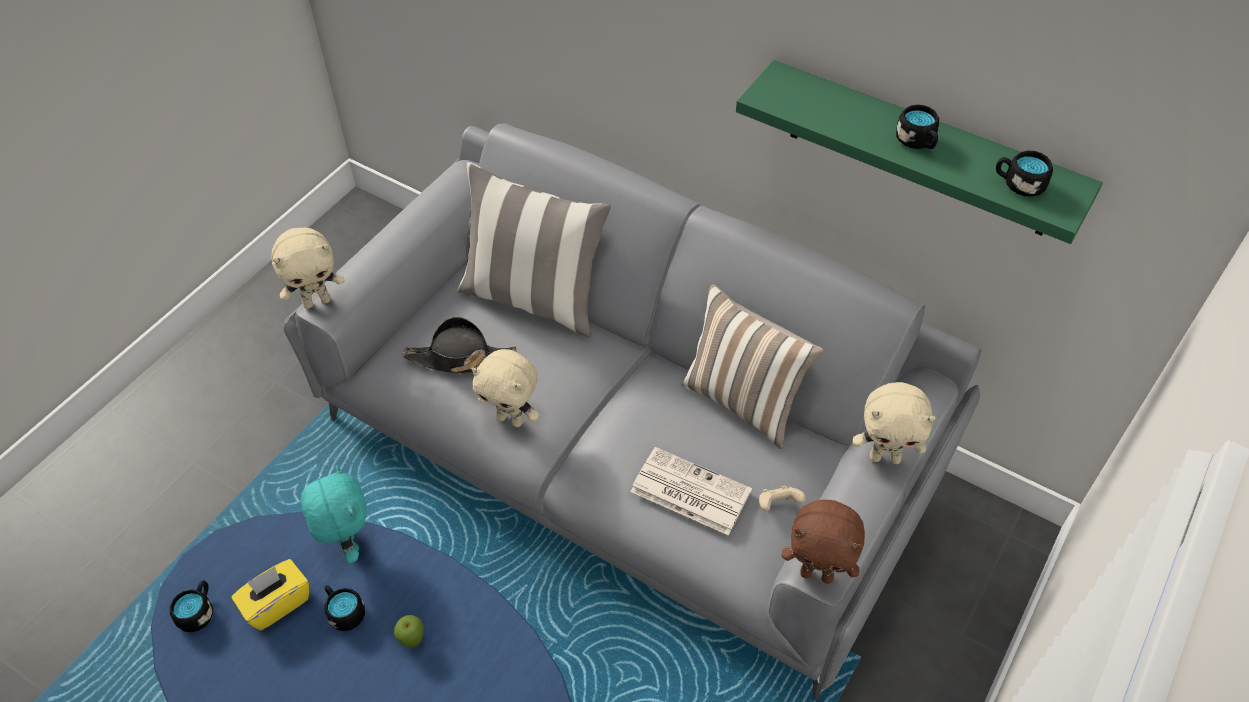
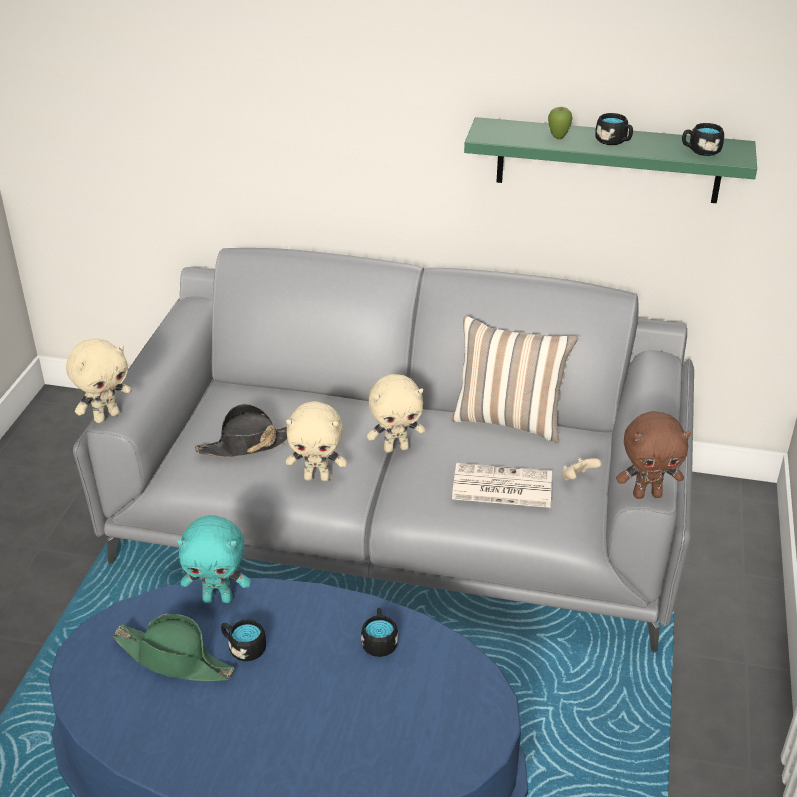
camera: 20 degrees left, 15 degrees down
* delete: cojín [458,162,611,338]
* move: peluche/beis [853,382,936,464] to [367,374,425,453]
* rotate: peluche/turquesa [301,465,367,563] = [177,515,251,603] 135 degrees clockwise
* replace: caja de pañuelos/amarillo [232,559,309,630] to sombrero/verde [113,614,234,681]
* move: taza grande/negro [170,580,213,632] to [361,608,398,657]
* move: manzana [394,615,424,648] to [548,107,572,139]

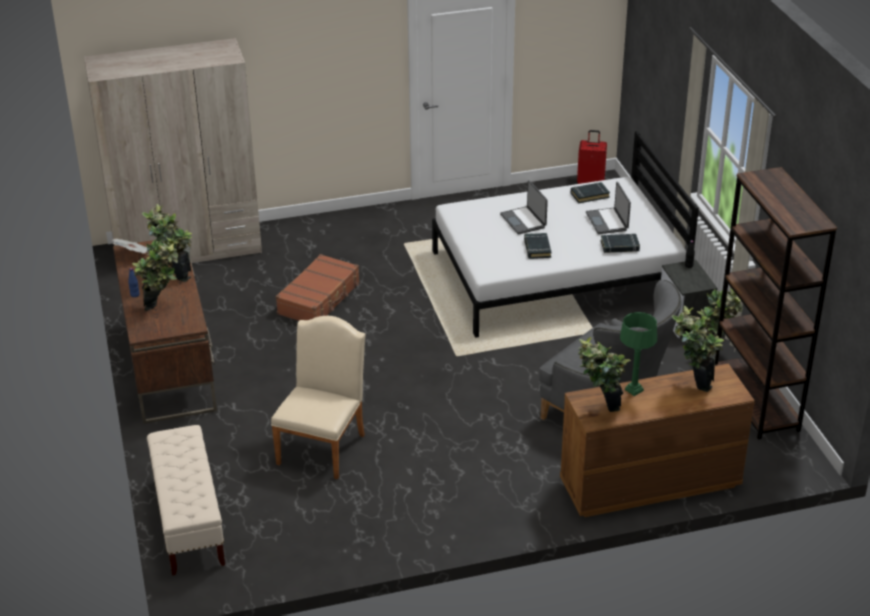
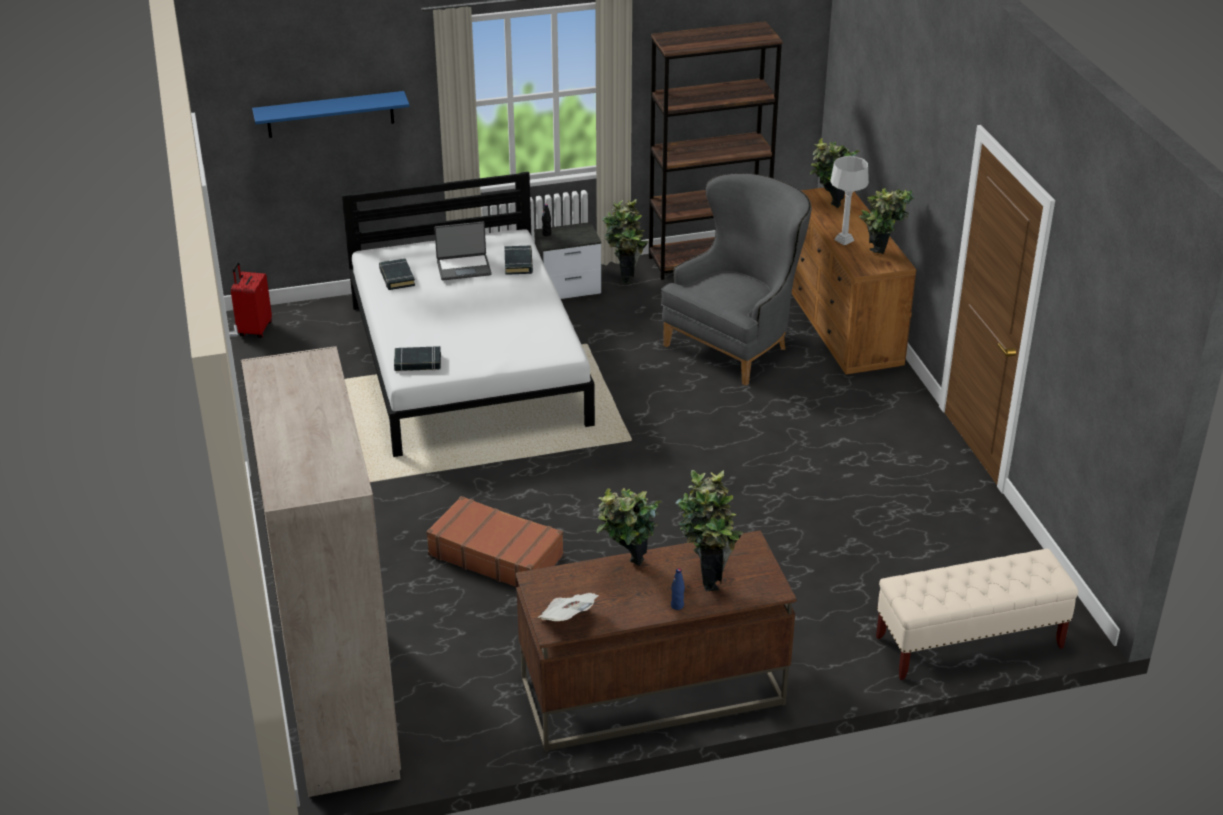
camera: 90 degrees left, 0 degrees up
* delete: portátil [500,180,548,235]
* move: libro/negro [524,233,552,259] to [394,346,441,372]
* recolor: lámpara de mesa/verde [620,312,657,396] to lámpara de mesa/gris [830,156,869,245]
* delete: silla/beis [271,316,365,479]
* insert: estante/azul [252,91,410,138]

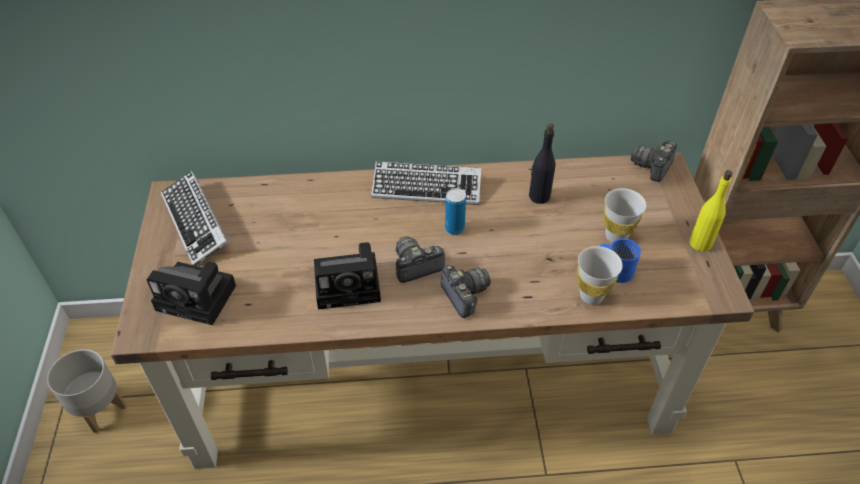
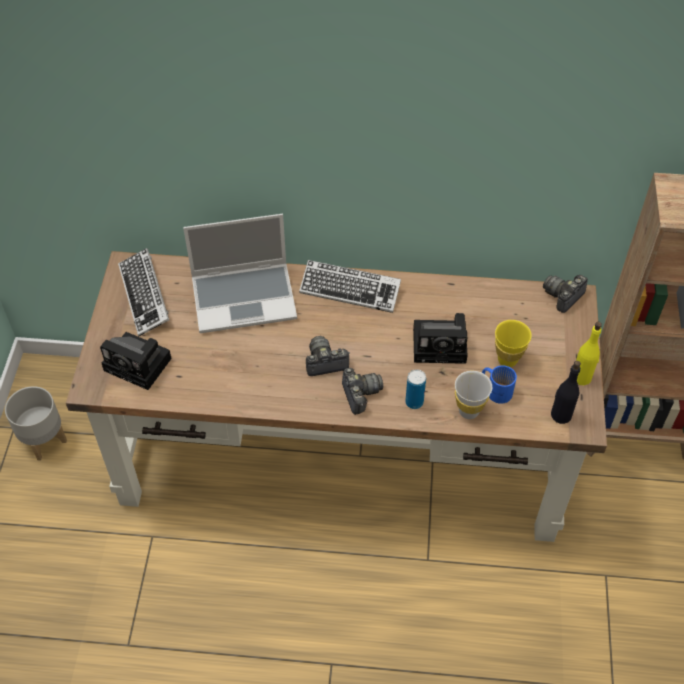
camera: 10 degrees right, 5 degrees up
* move: botella/negro [529,123,556,204] to [551,361,581,424]
* move: lata [445,188,466,235] to [405,369,426,409]
* recolor: taza/blanco [604,188,646,243] to taza/amarillo [495,320,532,367]
* move: cámara [314,242,381,310] to [413,313,468,364]
* insert: portátil [183,214,297,333]

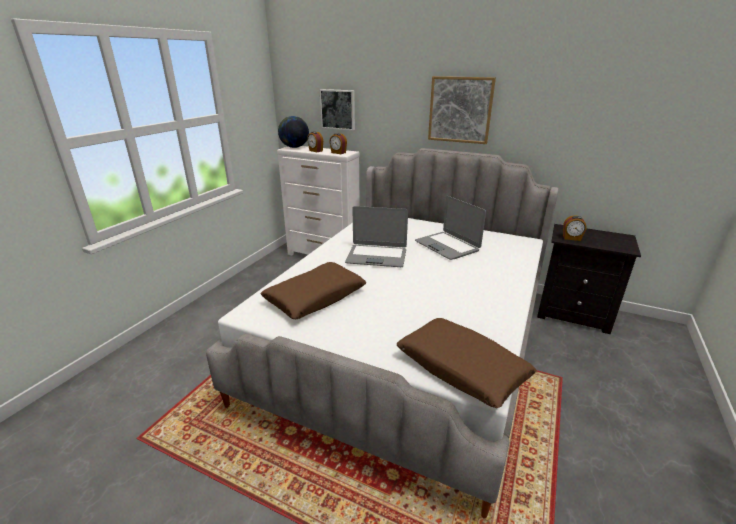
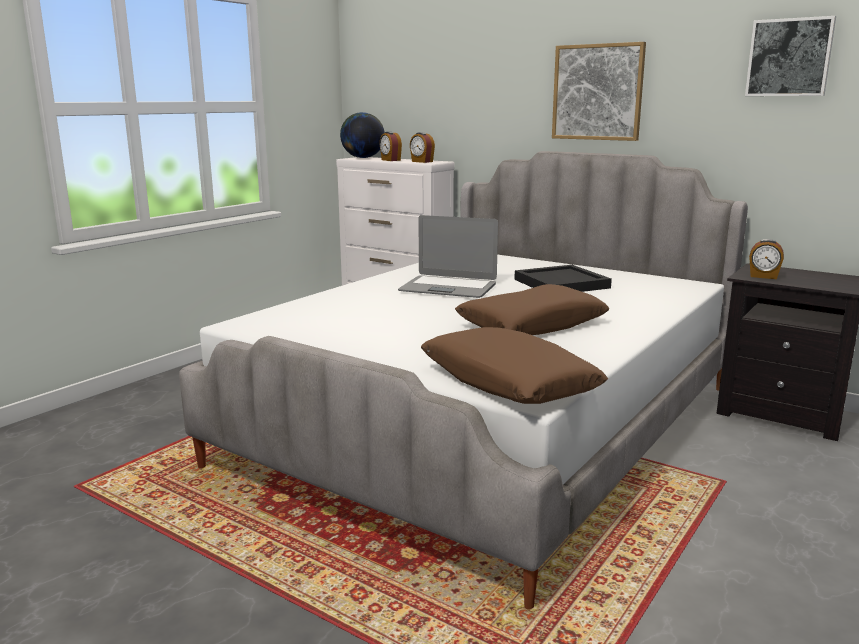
camera: 10 degrees right, 10 degrees down
* move: cuadro [320,89,355,130] to [745,16,836,96]
* replace: portátil [415,196,486,260] to bandeja/negro [514,265,612,292]
* move: cojín/marrón [260,262,366,319] to [455,284,609,335]

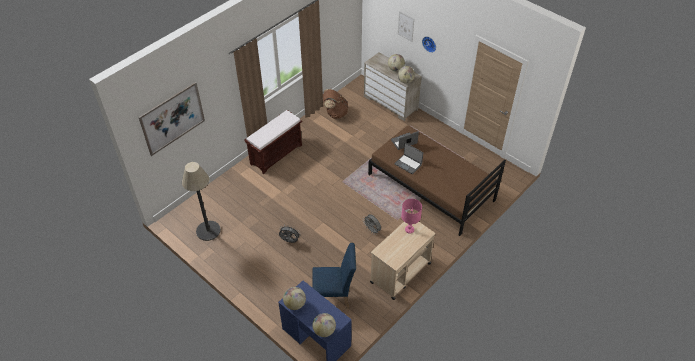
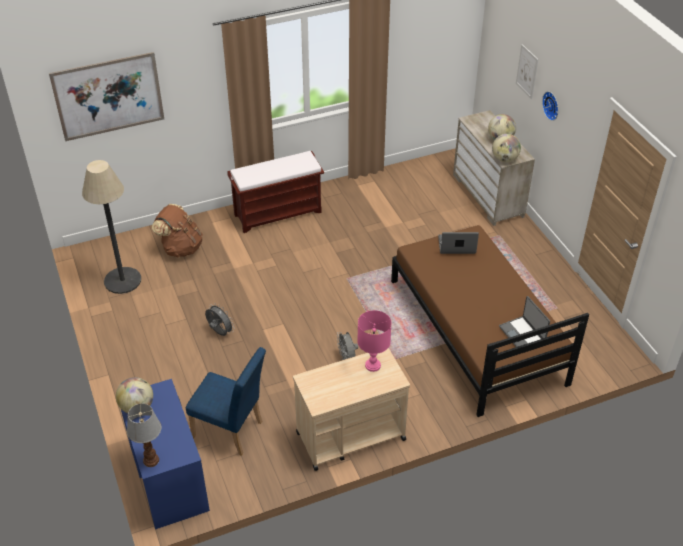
camera: 25 degrees right, 5 degrees down
* move: mochila/marrón [323,89,348,119] to [152,204,203,257]
* move: portátil [394,143,423,174] to [499,296,550,347]
* replace: globo terráqueo [312,313,336,337] to lámpara de mesa [127,403,161,467]

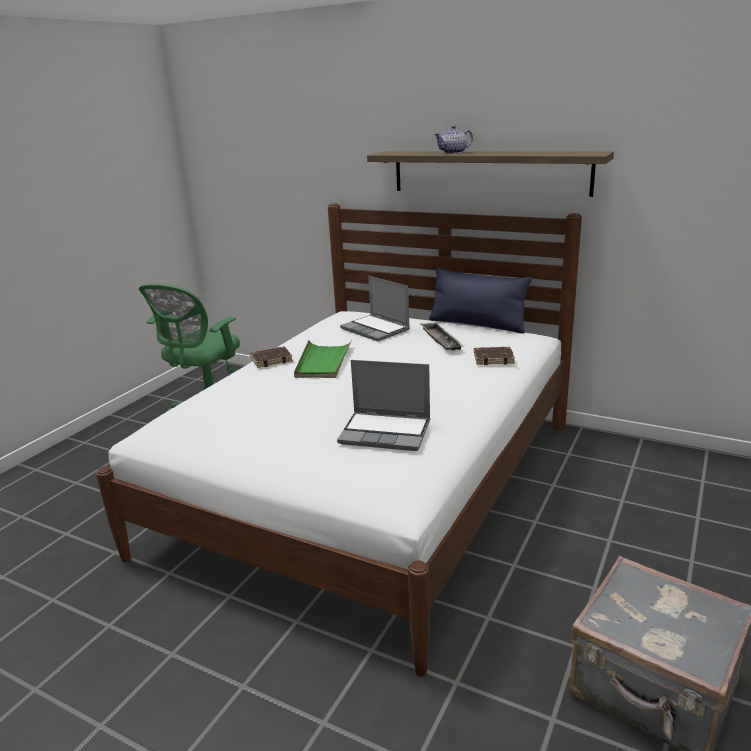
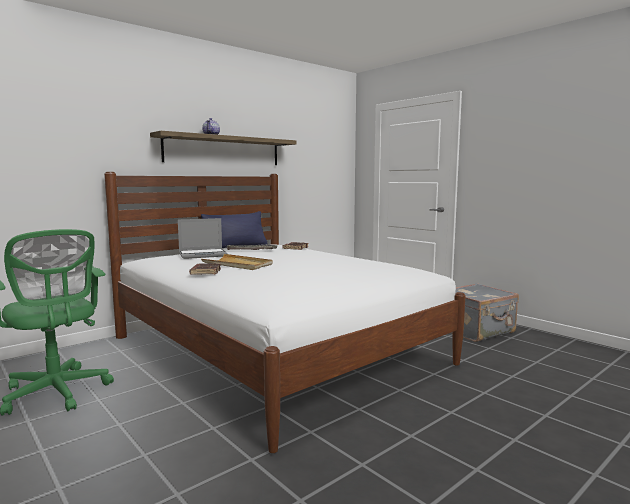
camera: 70 degrees left, 15 degrees down
* recolor: bandeja/verde [294,340,352,378] to bandeja/beis [201,254,273,270]
* delete: portátil [337,360,430,451]

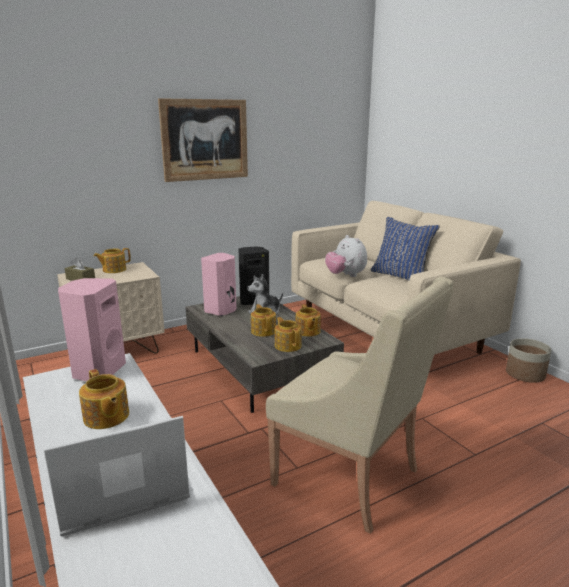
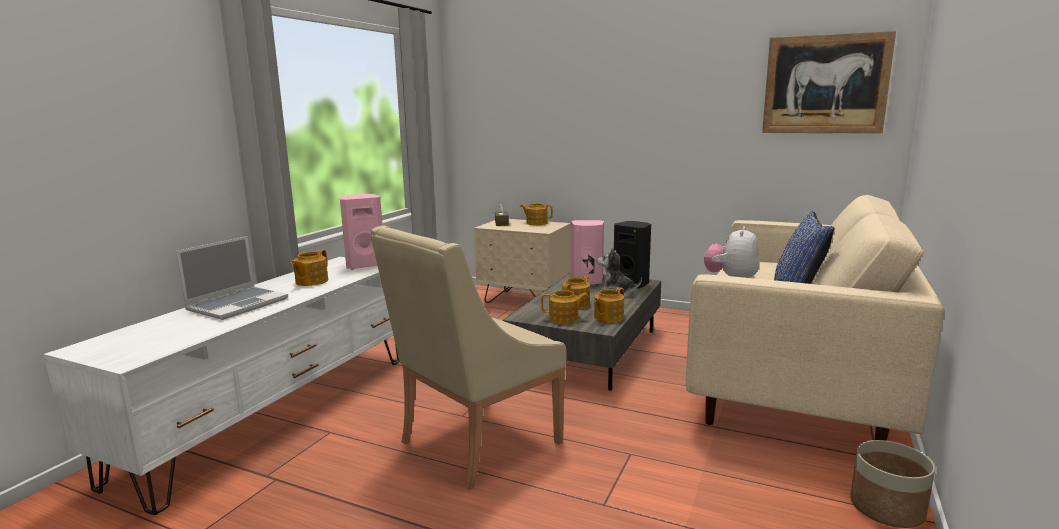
camera: 55 degrees right, 5 degrees down
* move: cuadro [158,98,248,182] to [762,31,896,134]
* rotate: sillón/beis [266,277,454,534] = [371,225,567,490] 45 degrees clockwise
* rotate: tetera [275,317,302,352] = [541,290,588,324] 60 degrees clockwise
* rotate: portátil [43,416,190,536] = [176,236,288,320] 90 degrees clockwise

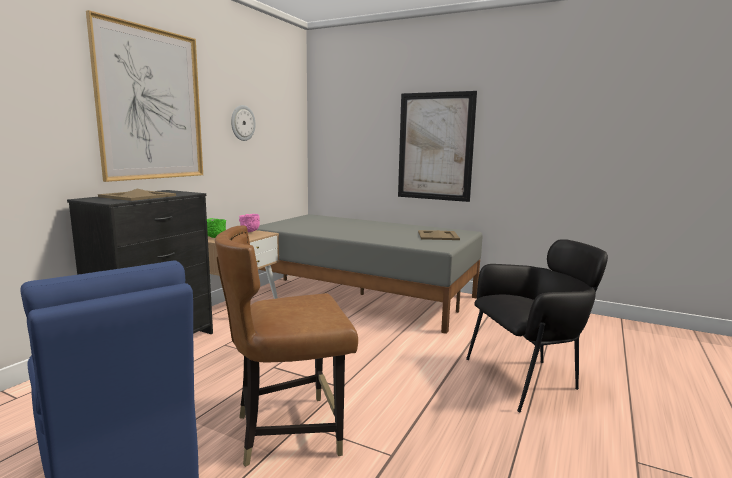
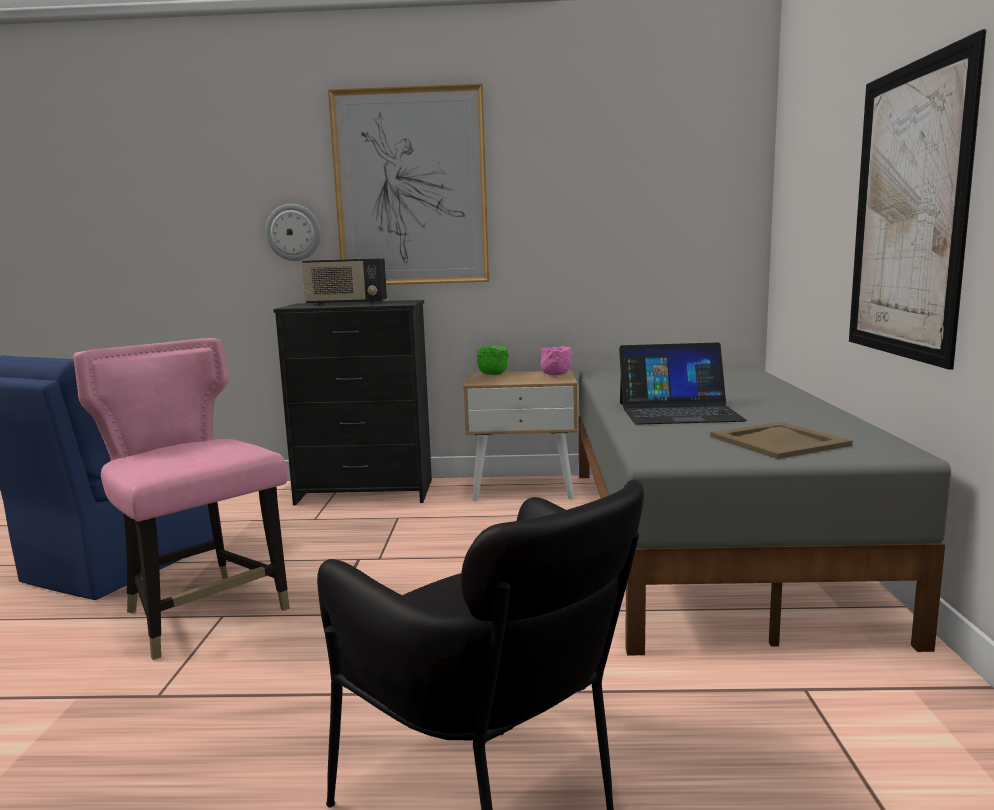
camera: 65 degrees right, 0 degrees up
* move: reloj de pared [231,105,256,141] to [265,204,321,261]
* replace: bandeja/beis [98,189,176,201] to radio [301,258,387,306]
* recolor: silla/marrón [215,225,358,467] to silla/rosa [73,338,290,660]
* insert: portátil [619,343,747,425]

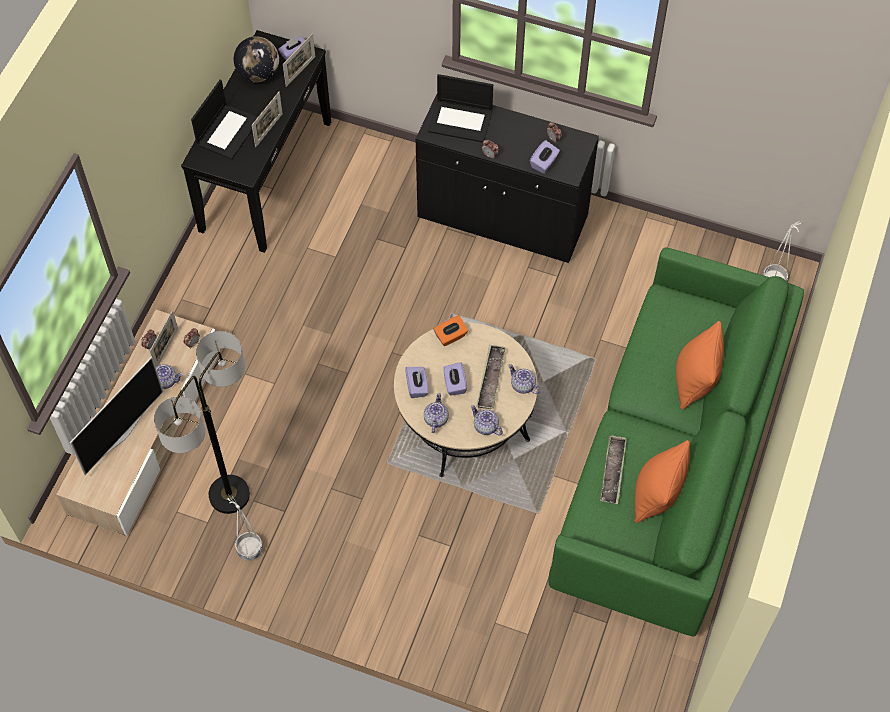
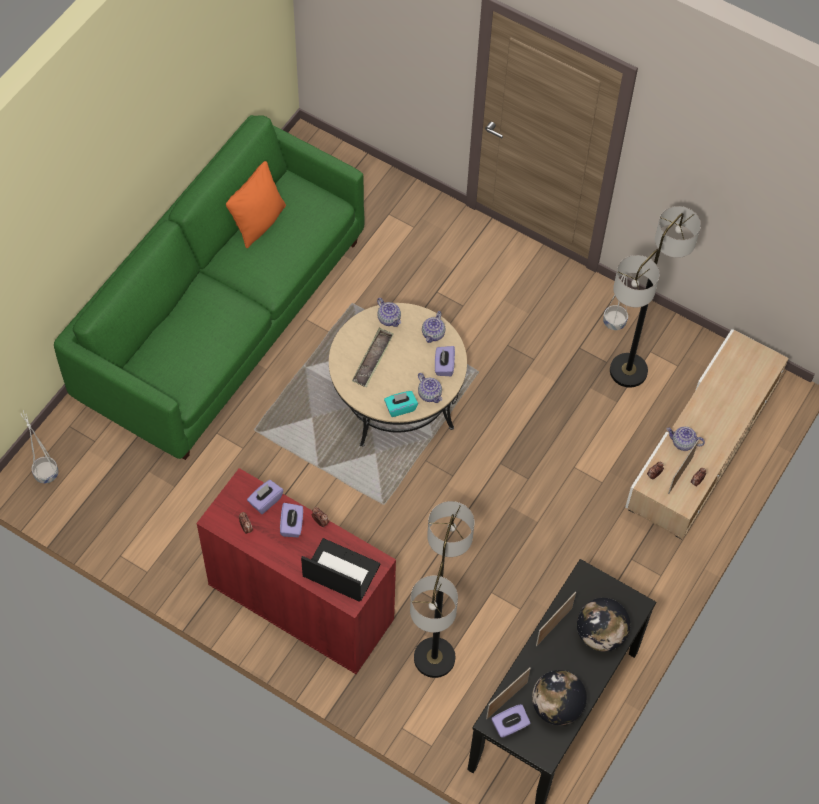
camera: 170 degrees left, 0 degrees up
* replace: portátil [191,80,258,160] to globo terráqueo [577,598,630,652]
* recolor: armario/negro [415,94,599,263] to armario/rojo [196,468,396,674]
* recolor: caja de pañuelos/naranja [433,315,468,346] to caja de pañuelos/turquesa [384,391,418,417]
* delete: cojín/naranja [676,321,724,410]
* delete: televisor [70,356,163,475]
* move: caja de pañuelos/morado [443,362,467,396] to [280,503,303,537]
* move: tetera [508,364,540,394] to [418,373,442,403]
* delete: bandeja [600,435,627,504]
* insert: lámpara de pie [410,501,474,678]

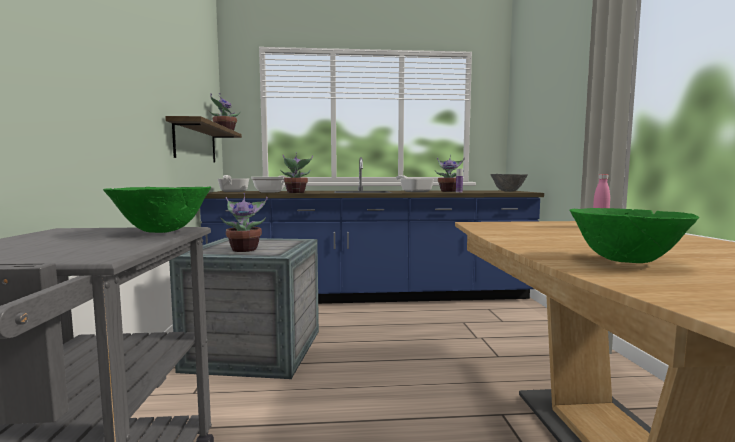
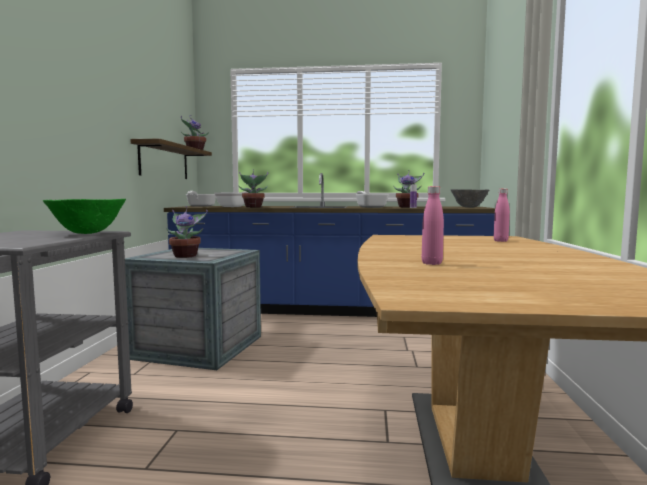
camera: 10 degrees right, 0 degrees up
* replace: cuenco/verde [570,208,699,263] to botella/rosa [422,186,444,265]

